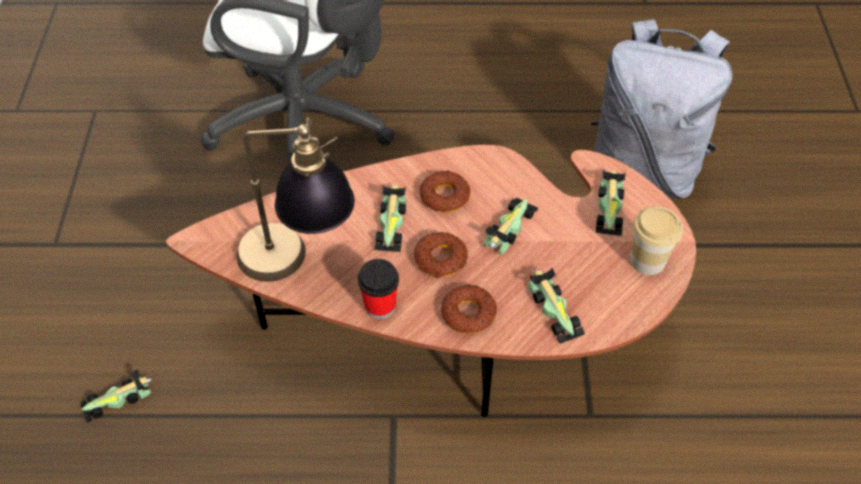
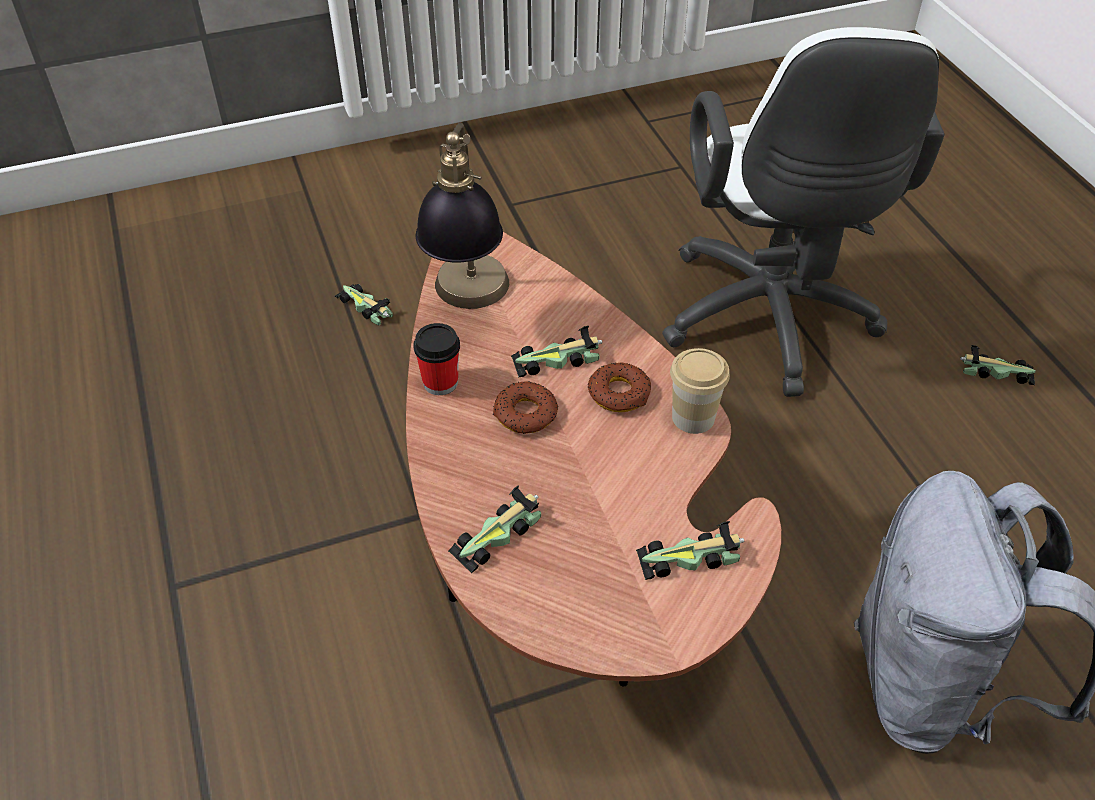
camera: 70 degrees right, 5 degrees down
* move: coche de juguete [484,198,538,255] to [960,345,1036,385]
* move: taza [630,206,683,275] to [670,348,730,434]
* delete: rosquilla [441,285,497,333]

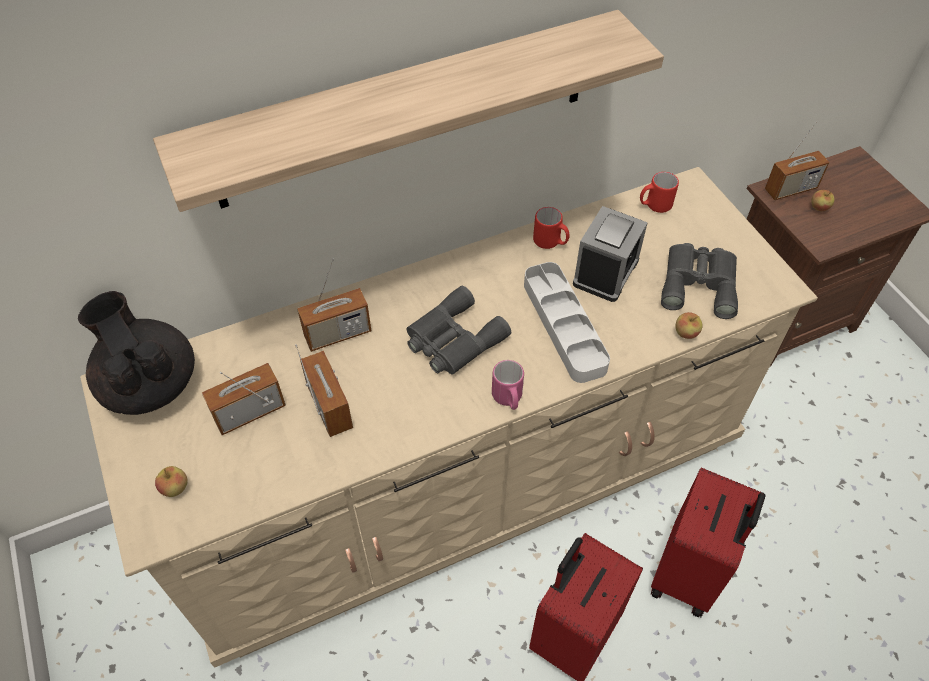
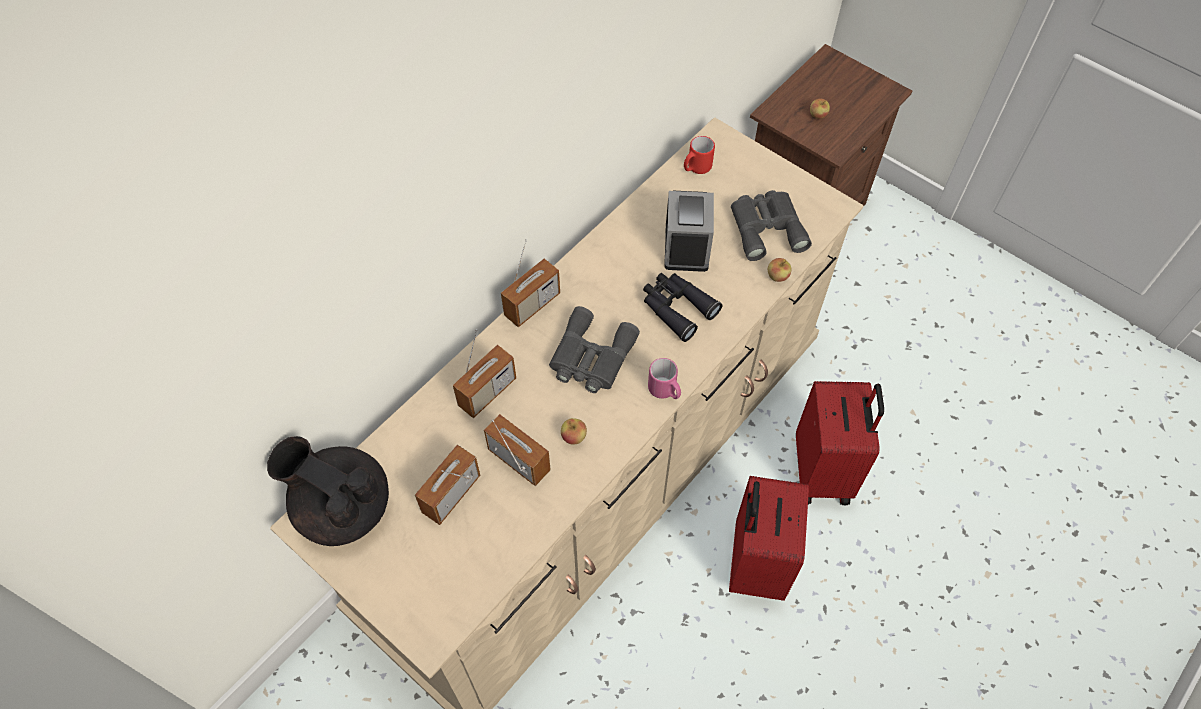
camera: 25 degrees left, 5 degrees up
* delete: estante [153,10,664,212]
* move: radio [765,121,830,200] to [501,239,560,327]
* delete: taza grande/rojo [533,207,570,249]
* replace: bandeja/gris [524,262,610,383] to prismáticos/negro [643,273,722,342]
* move: manzana [155,466,188,497] to [561,418,587,444]

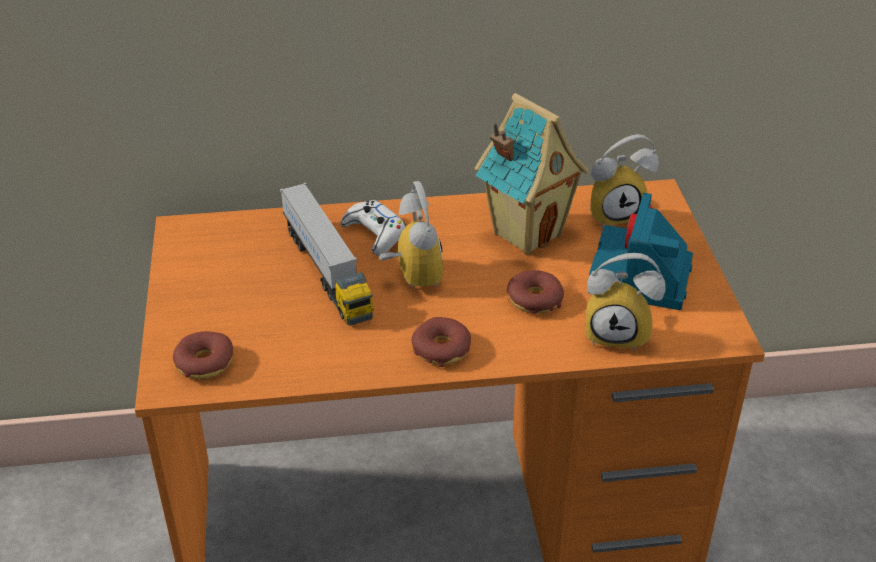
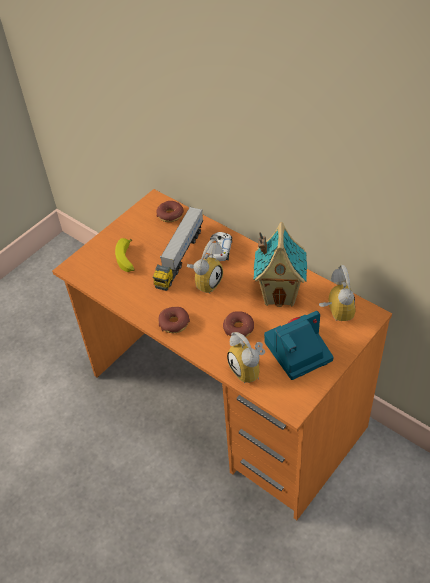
camera: 50 degrees right, 10 degrees up
* rotate: despertador [590,134,659,228] = [319,265,356,321] 135 degrees counterclockwise
* move: rosquilla [173,331,233,379] to [156,201,184,222]
* insert: plátano [115,238,135,272]

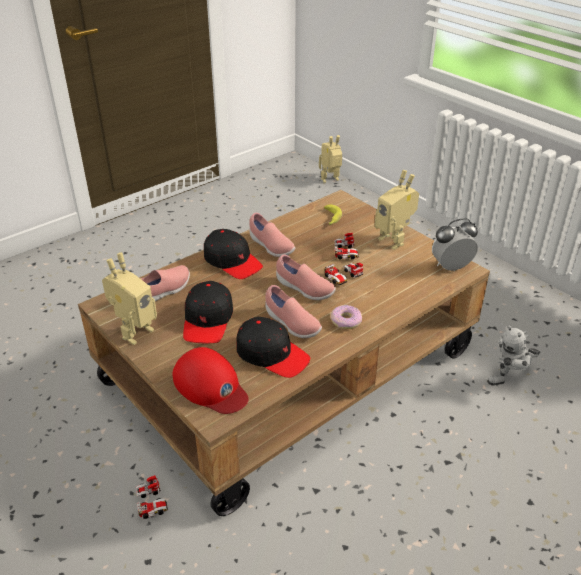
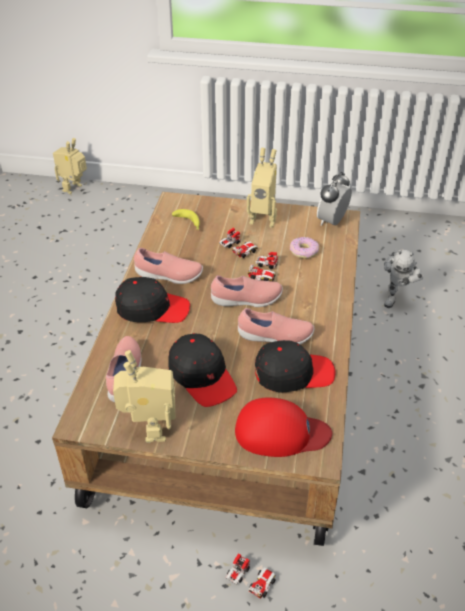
camera: 40 degrees left, 5 degrees up
* move: rosquilla [331,305,362,329] to [290,237,319,259]

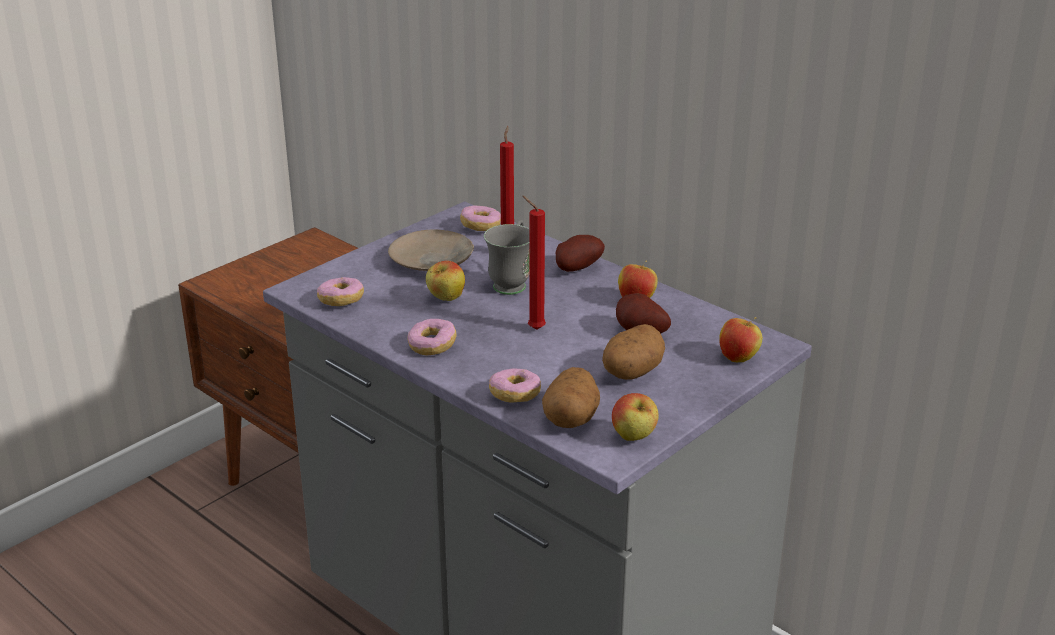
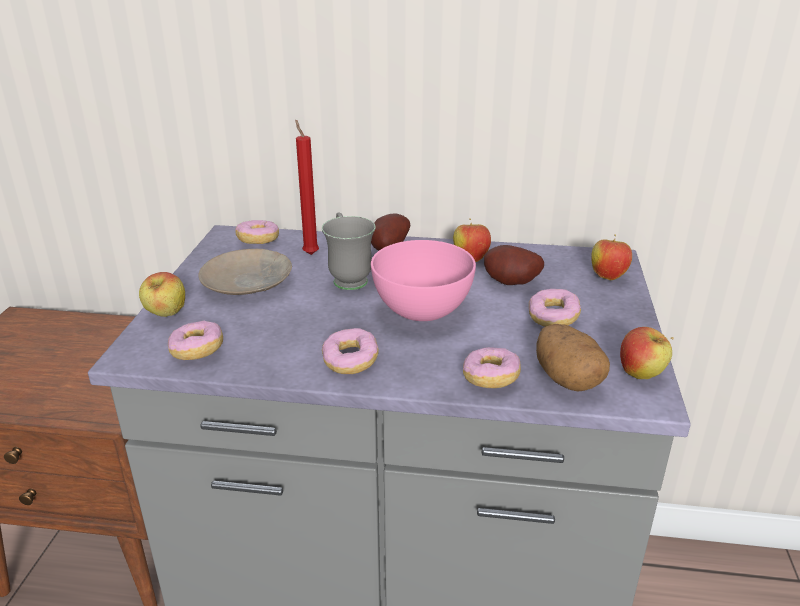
camera: 35 degrees left, 0 degrees up
* replace: vela/rojo [522,196,546,330] to cuenco/rosa [371,240,476,321]
* move: manzana [426,261,465,301] to [139,272,185,317]
* replace: patata [602,324,665,380] to rosquilla [529,289,581,327]

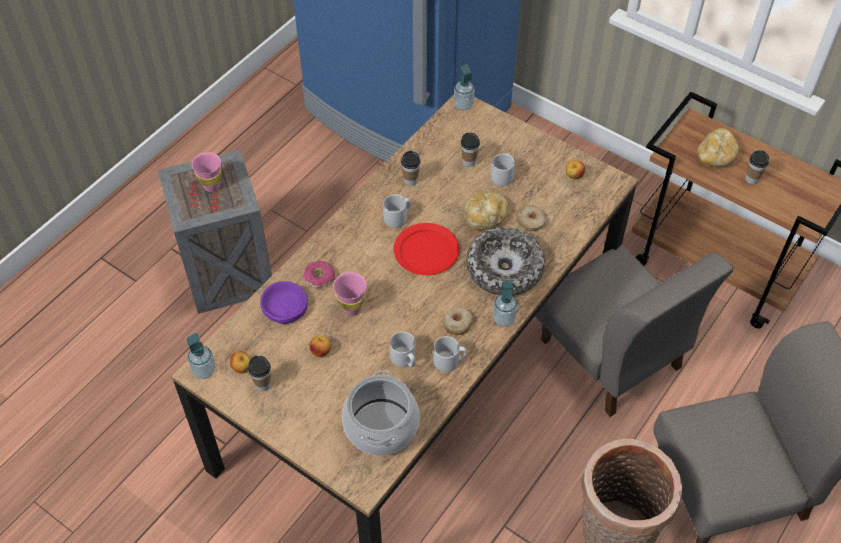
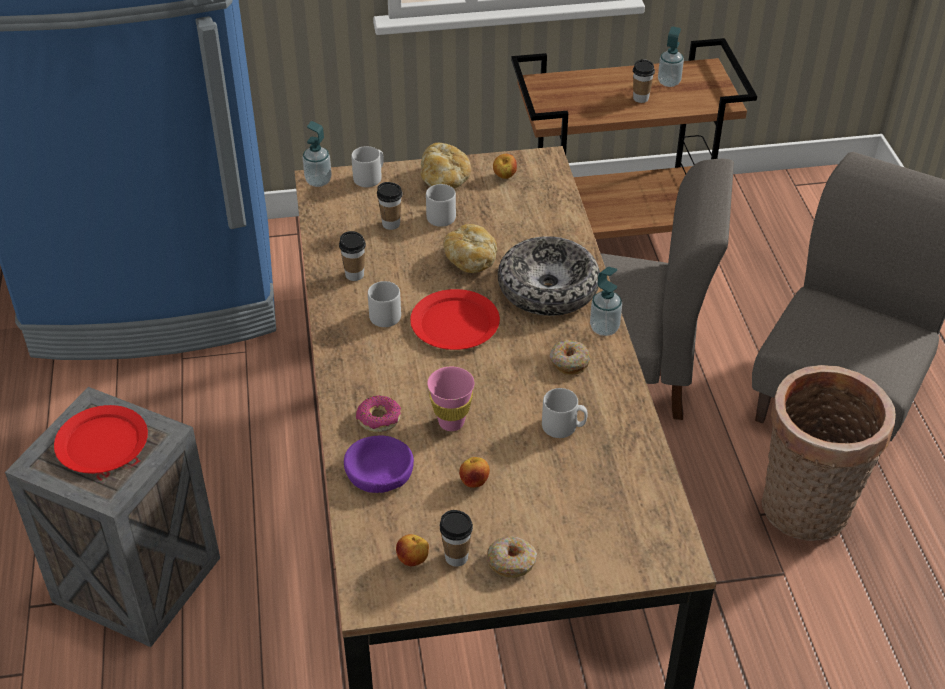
camera: 45 degrees left, 10 degrees down
* move: pan [697,128,739,167] to [421,143,471,189]
* replace: taza/rosa [192,152,222,192] to plato/rojo [54,405,148,474]
* move: rosquilla [516,205,546,231] to [487,536,537,578]
* move: dispensador de jabón [187,333,216,379] to [658,27,684,87]
* move: taza grande/gris [433,336,467,372] to [351,146,384,187]
* delete: olla [342,370,419,456]

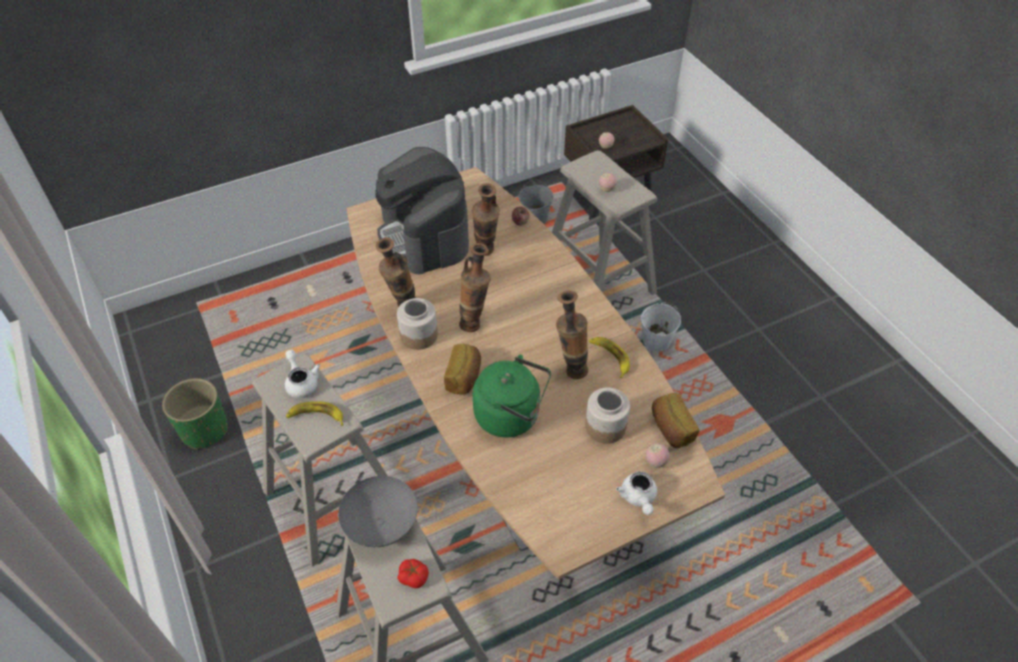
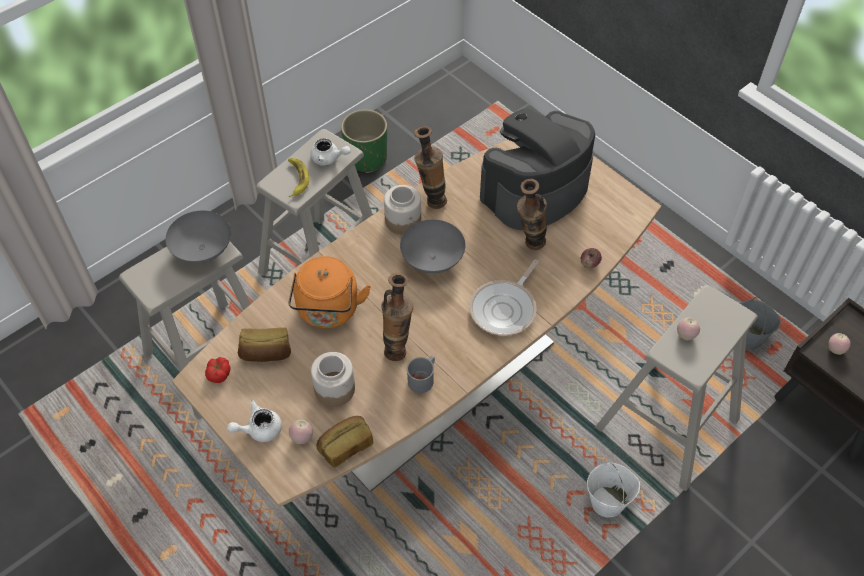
camera: 75 degrees right, 5 degrees up
* replace: florero [459,243,491,332] to cuenco/gris [400,220,466,273]
* replace: plátano [589,337,630,378] to taza grande/gris [407,356,435,393]
* move: pan [444,344,481,395] to [238,327,291,362]
* rotate: tetera/blanco [285,350,320,398] = [311,138,351,165] 60 degrees clockwise
* recolor: hervidor/verde [473,355,551,438] to hervidor/naranja [288,256,371,329]
* move: tomate [397,559,429,588] to [205,357,231,383]
* insert: sartén [469,260,539,336]

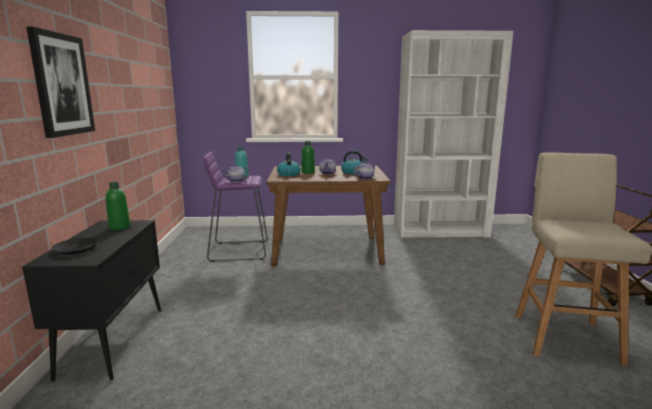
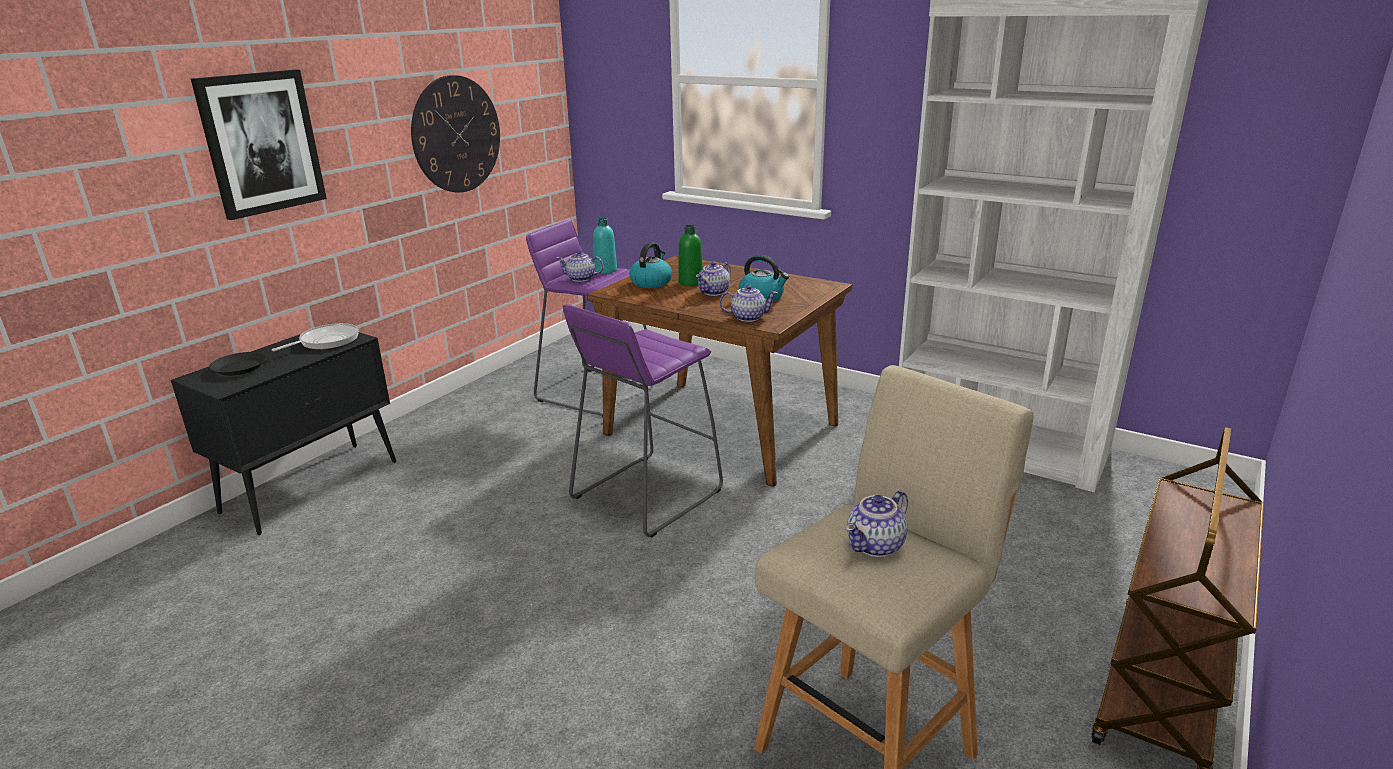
camera: 35 degrees right, 10 degrees up
* replace: botella/verde [106,182,130,230] to sartén [272,323,359,351]
* insert: reloj de pared [411,75,500,193]
* insert: taburete/morado [563,304,723,538]
* insert: tetera [846,490,908,557]

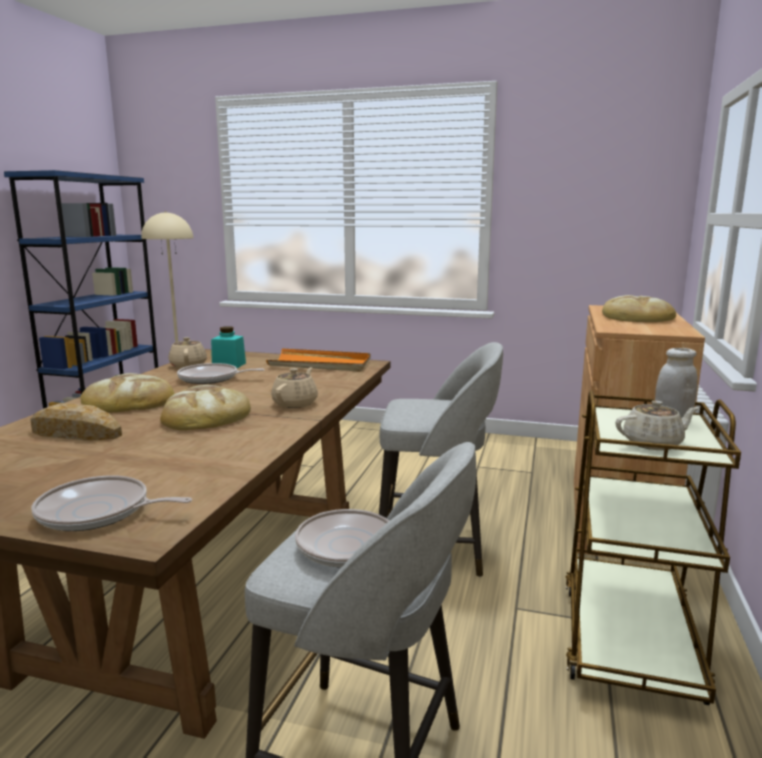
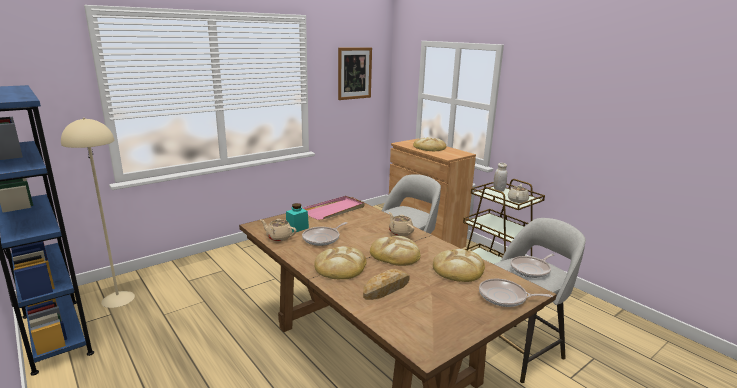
camera: 55 degrees left, 5 degrees up
* recolor: bandeja/naranja [266,348,371,372] to bandeja/rosa [302,196,365,220]
* rotate: sartén [31,475,192,531] = [479,279,553,307] 60 degrees clockwise
* insert: cuadro [338,48,372,100]
* insert: pan [433,249,485,282]

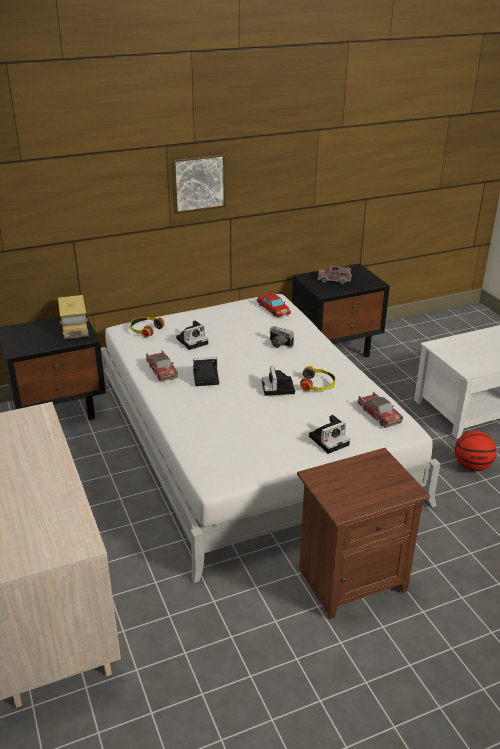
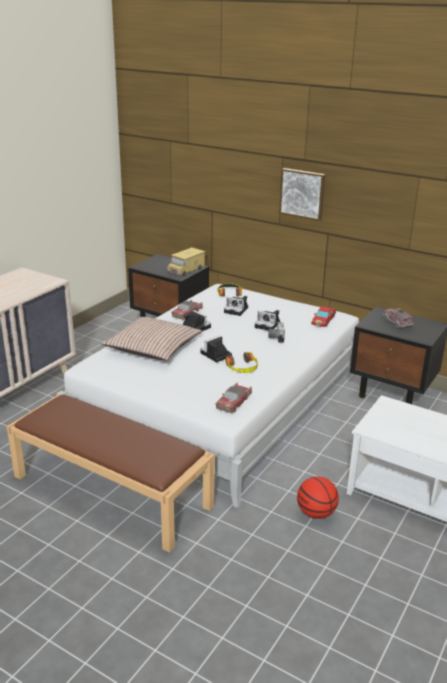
camera: 55 degrees right, 5 degrees down
* move: cámara [309,415,350,454] to [255,310,280,330]
* replace: mesita de noche/marrón [297,448,430,619] to banco/marrón [7,394,215,553]
* insert: cojín [101,317,202,361]

